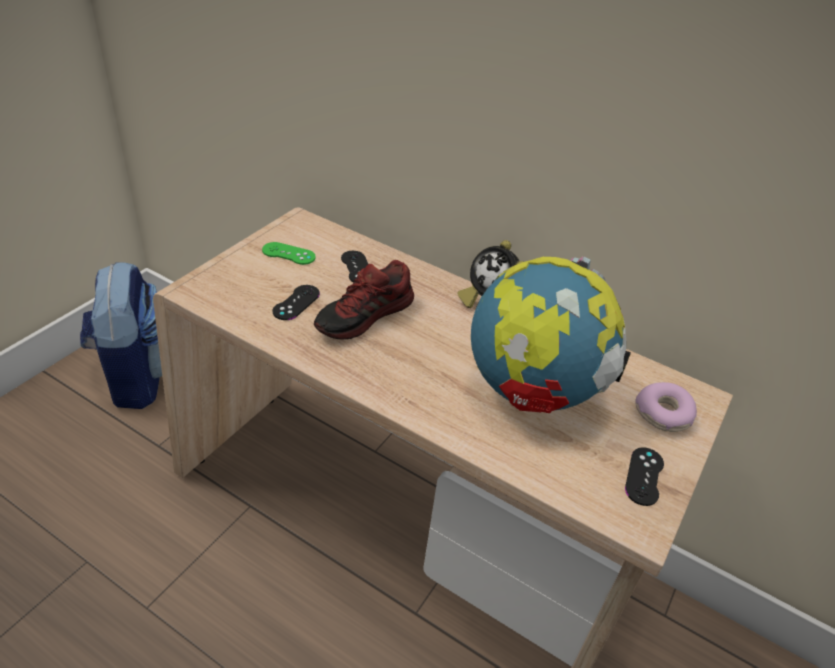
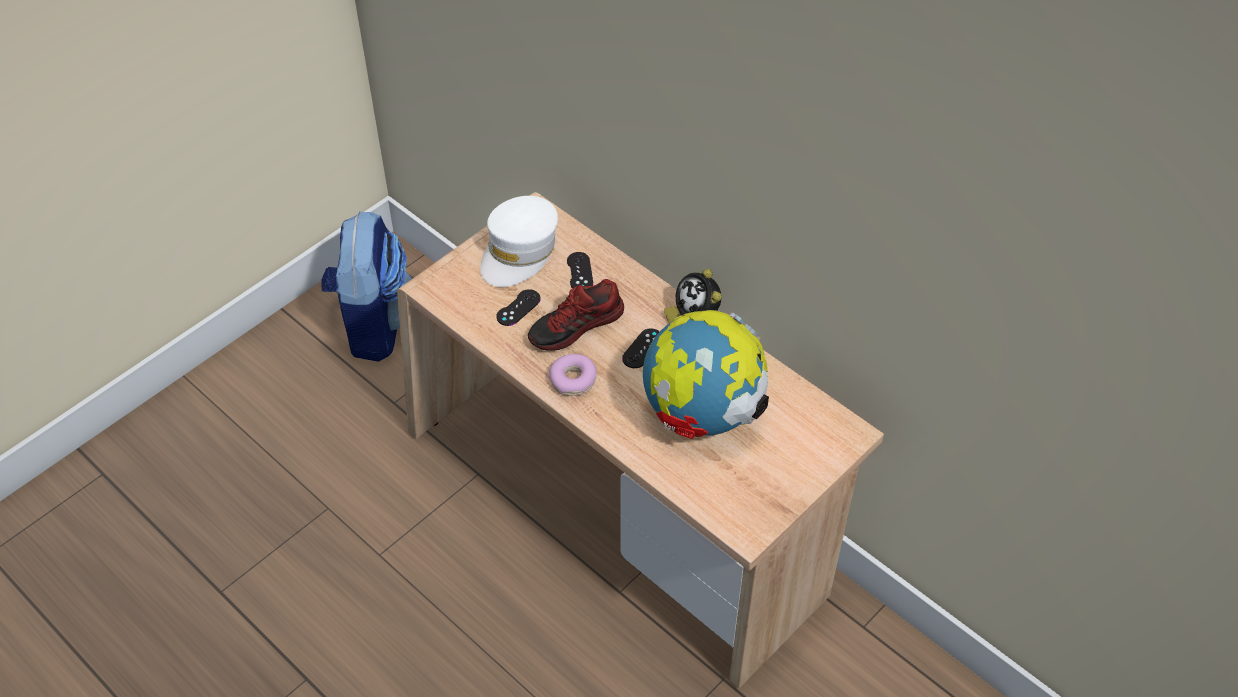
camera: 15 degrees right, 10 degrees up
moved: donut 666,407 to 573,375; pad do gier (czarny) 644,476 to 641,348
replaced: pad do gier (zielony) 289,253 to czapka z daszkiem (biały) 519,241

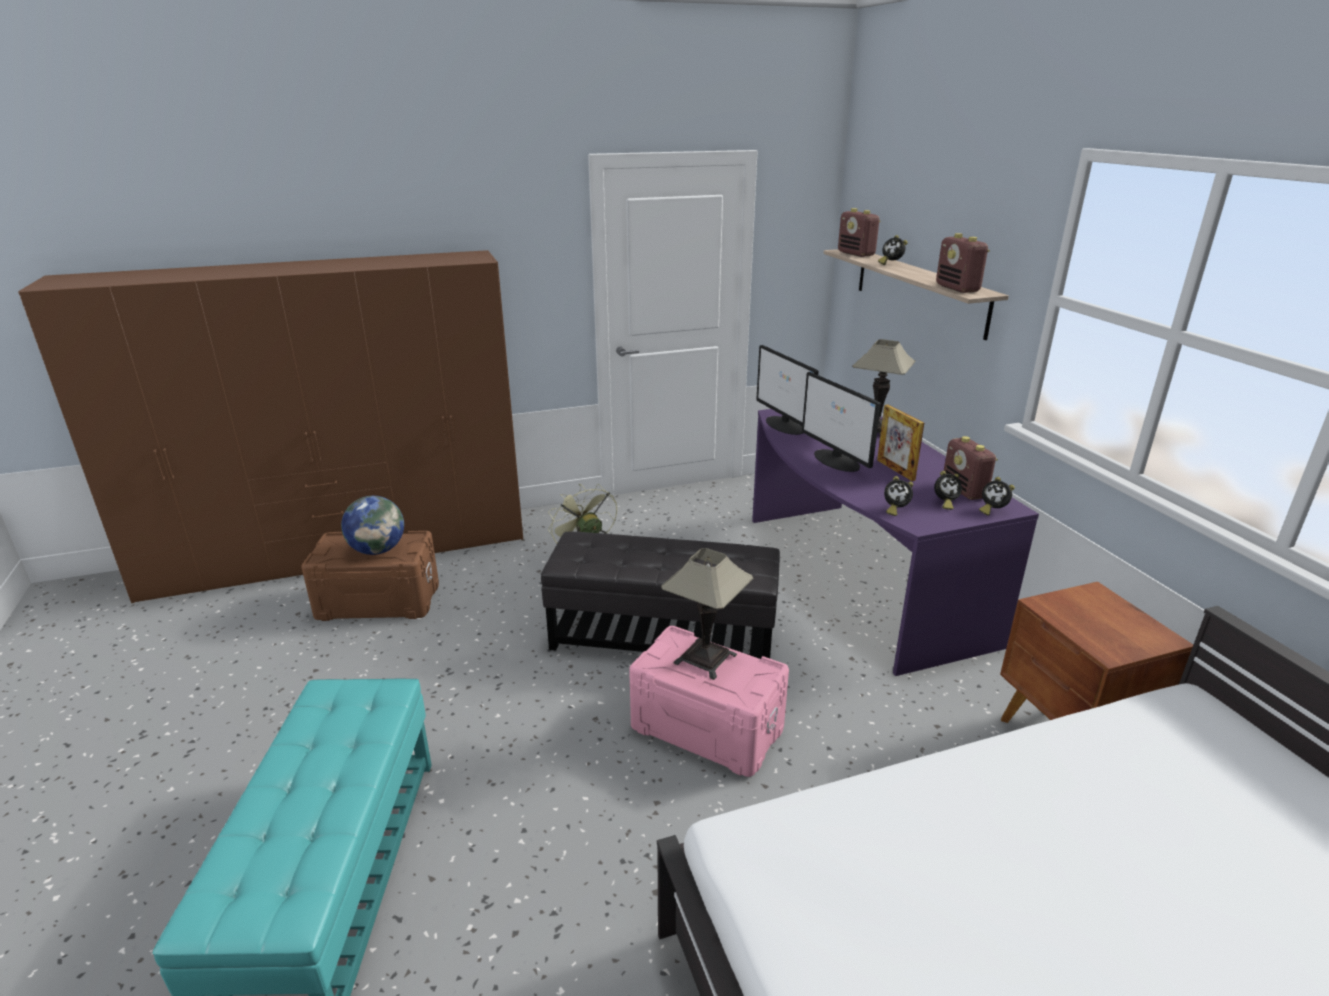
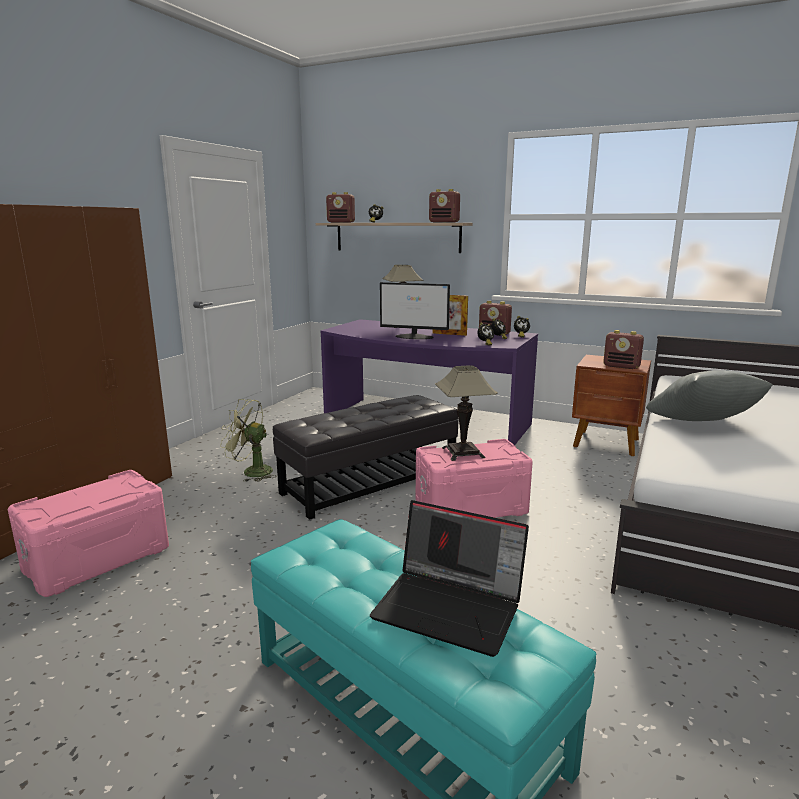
camera: 45 degrees left, 10 degrees down
removed: globus 372,525; monitor 787,390
added: laptop 449,578; radio 623,349; poduszka (szary) 709,395
recoloured: pojemnik do przechowywania (brązowy) 370,576 to pojemnik do przechowywania (różowy) 88,533

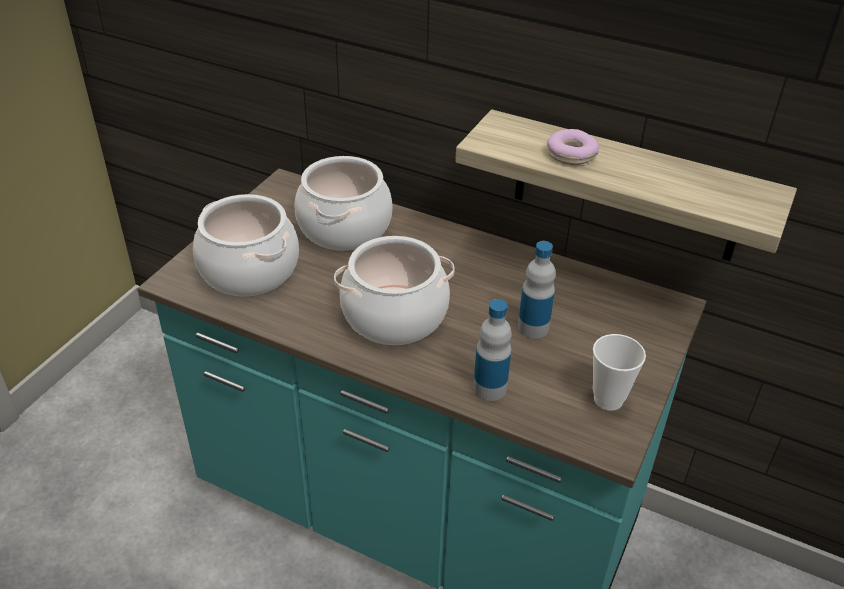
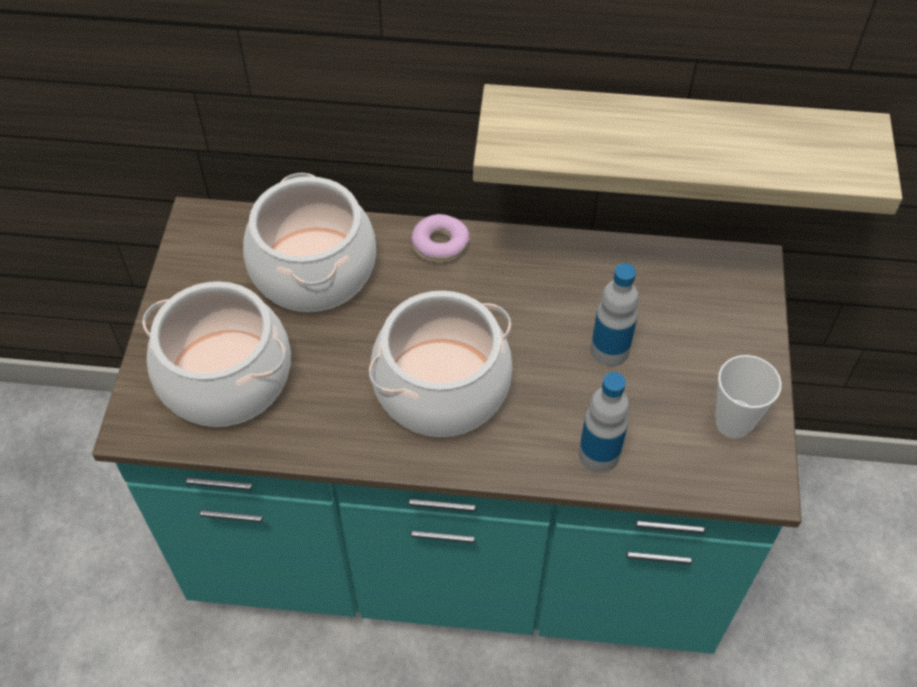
camera: 20 degrees left, 15 degrees up
moved: donut 573,147 to 441,238

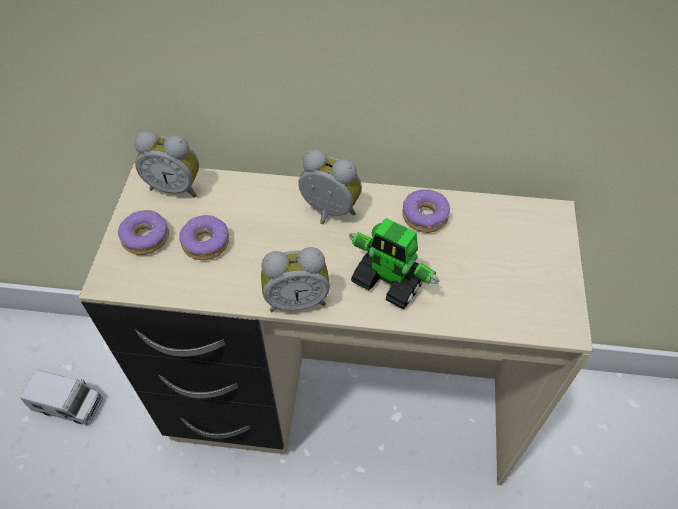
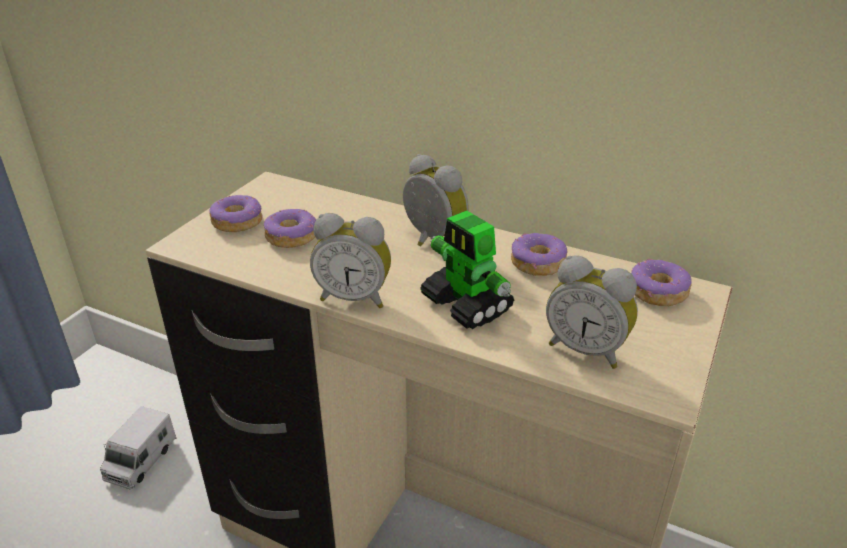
camera: 20 degrees right, 20 degrees down
added: donut 661,282
moved: budzik 166,164 to 592,312
turned: ciężarówka zabawkowa 61,397 = 138,447 75 degrees clockwise

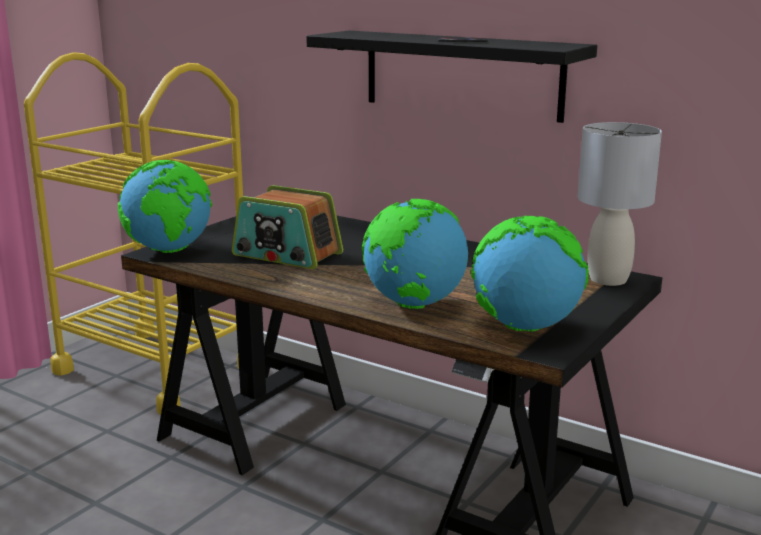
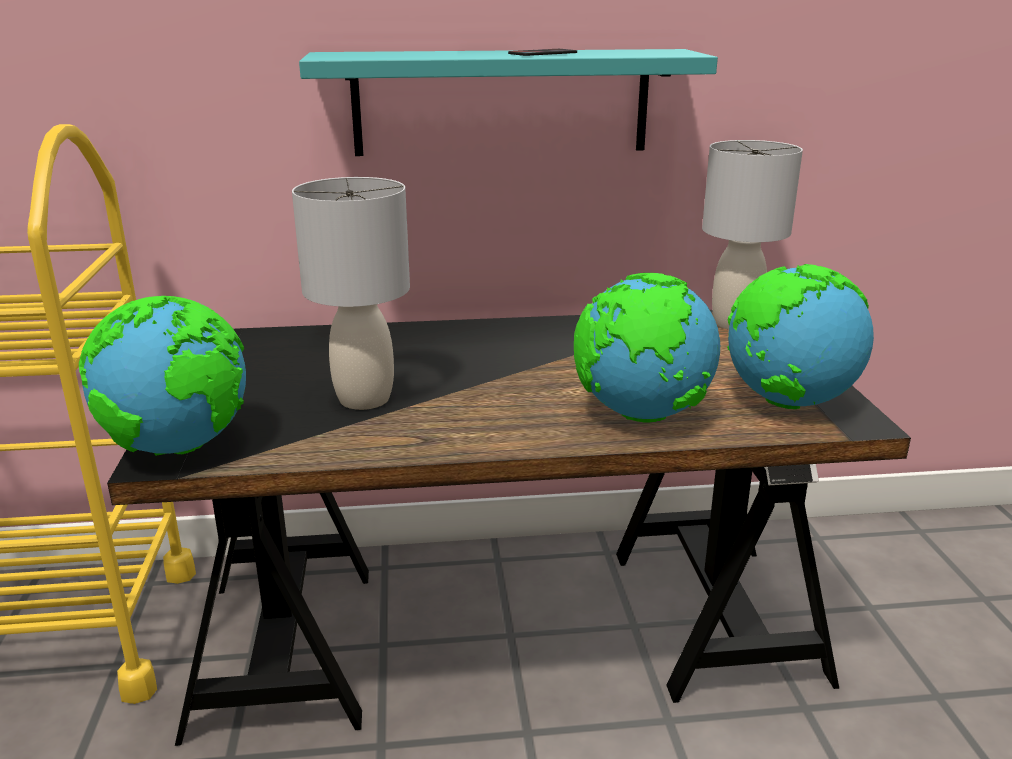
camera: 40 degrees left, 5 degrees up
replaced: radio 287,227 to lampa stołowa (szary) 351,293
recoloured: półka (czarny) 451,77 to półka (turkusowy) 508,102

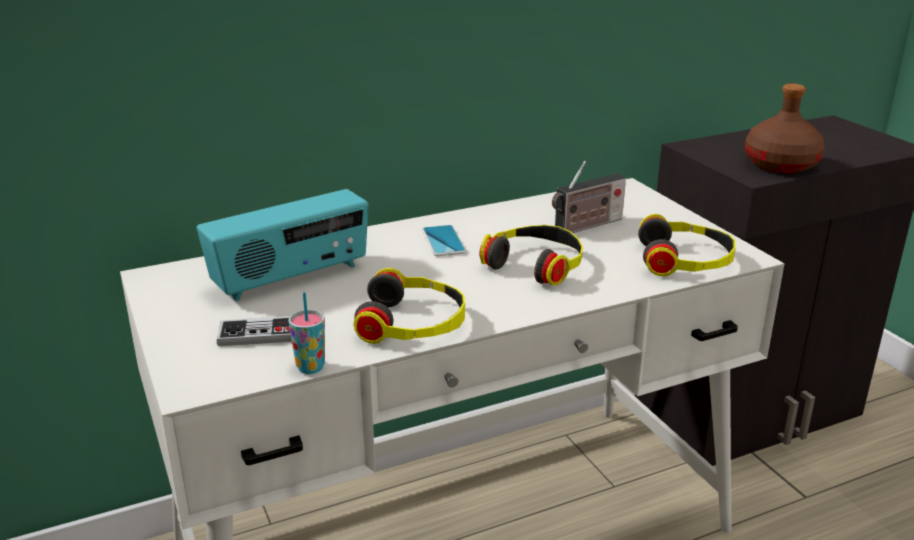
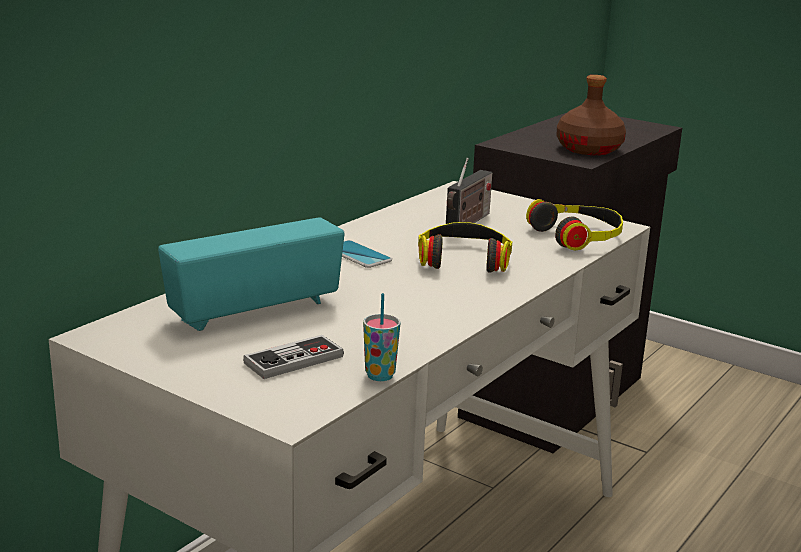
camera: 30 degrees left, 5 degrees down
removed: słuchawki 409,306
turned: radio 282,245 = 251,274 150 degrees counterclockwise

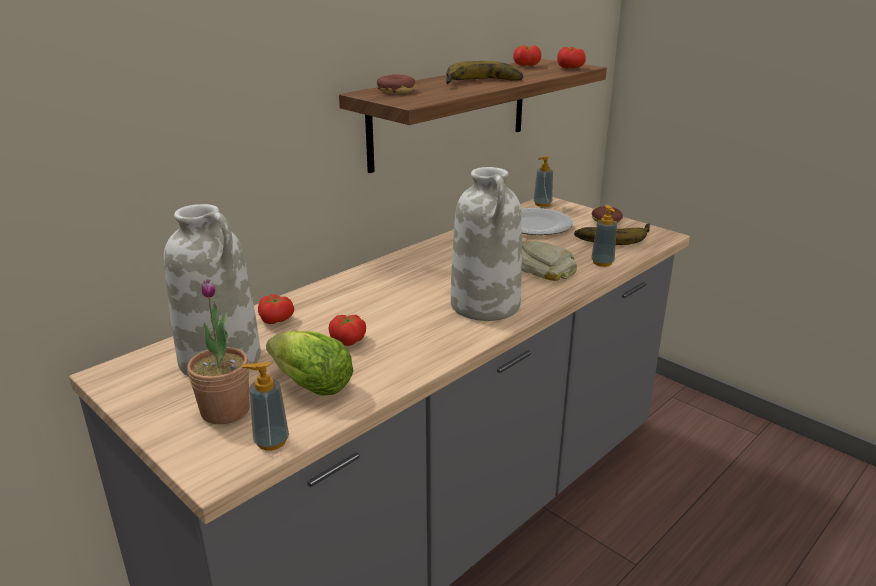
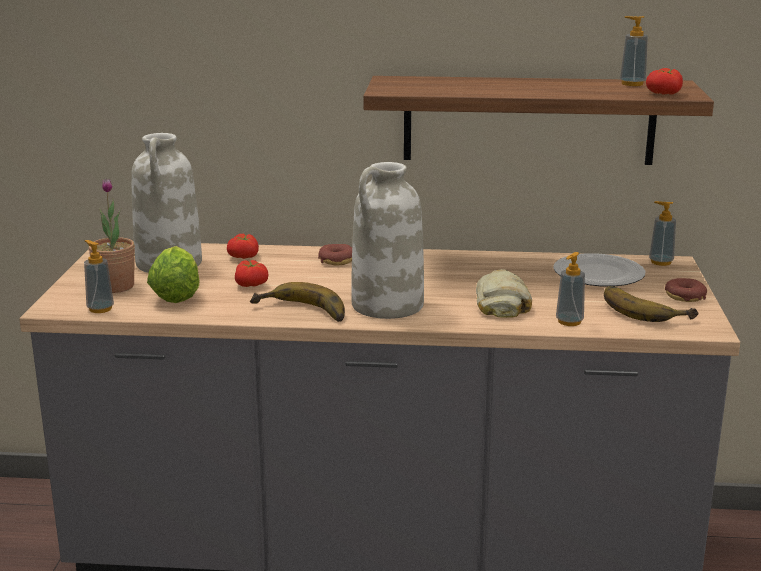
camera: 50 degrees right, 5 degrees down
moved: banan 484,72 to 297,302; donut 396,83 to 335,255
replaced: pomidor 527,55 to dozownik mydła 634,51

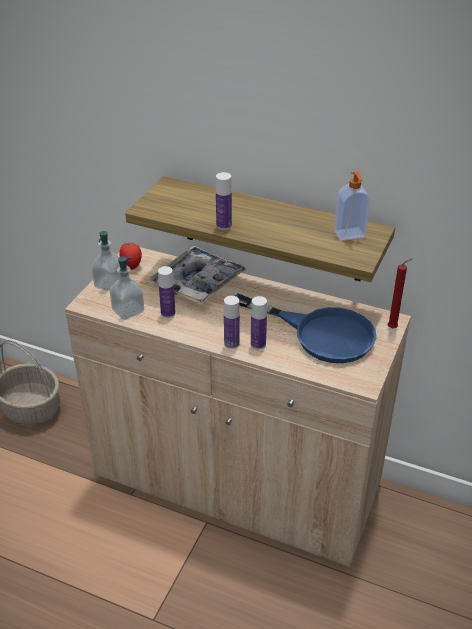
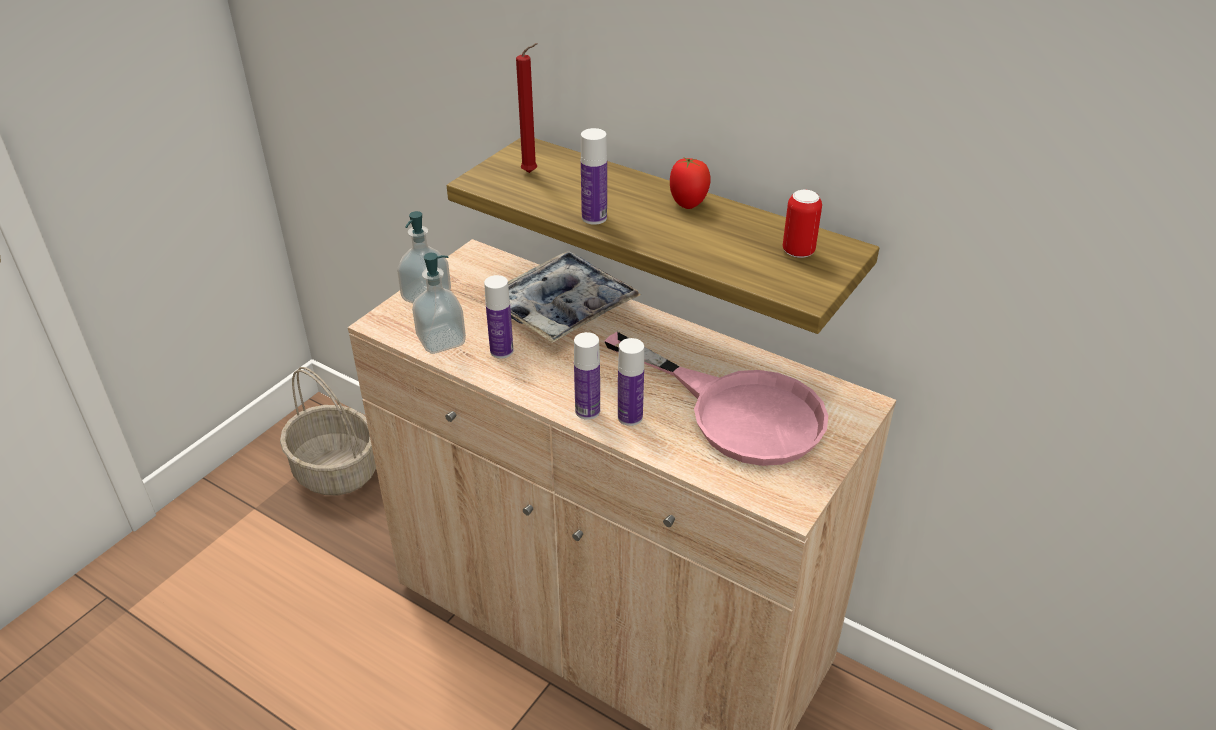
camera: 10 degrees right, 0 degrees up
moved: świeca (czerwony) 400,293 to 527,108; pomidor 130,256 to 690,183
replaced: dozownik mydła 352,206 to puszka 802,224
recoloured: patelnia (niebieski) 306,328 to patelnia (różowy) 716,399

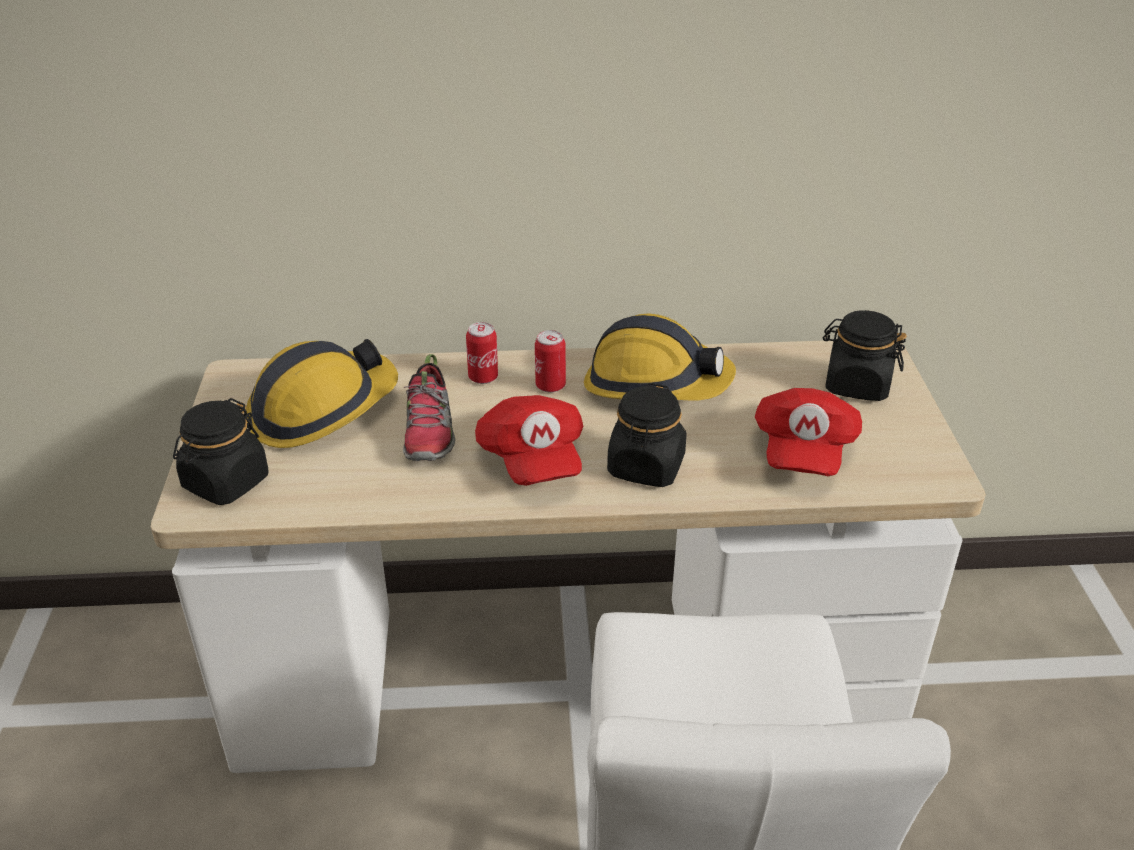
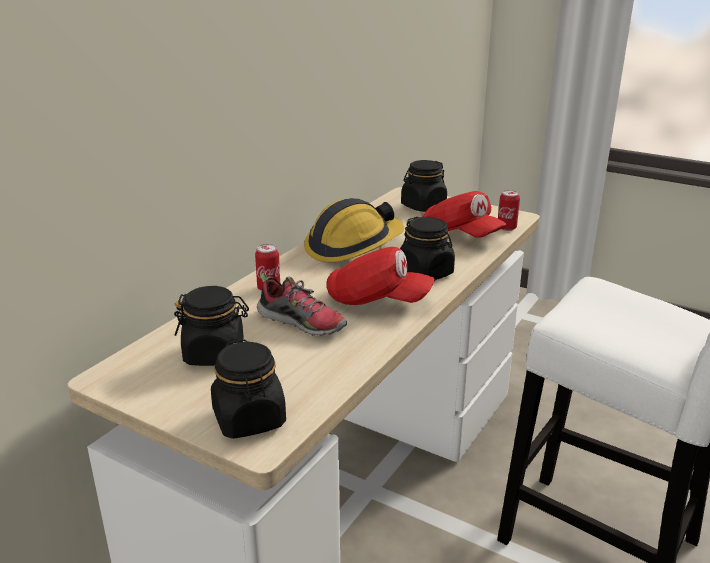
camera: 55 degrees left, 10 degrees down
moved: puszka 550,361 to 509,210
replaced: kask 322,393 to słoik (czarny) 211,326

